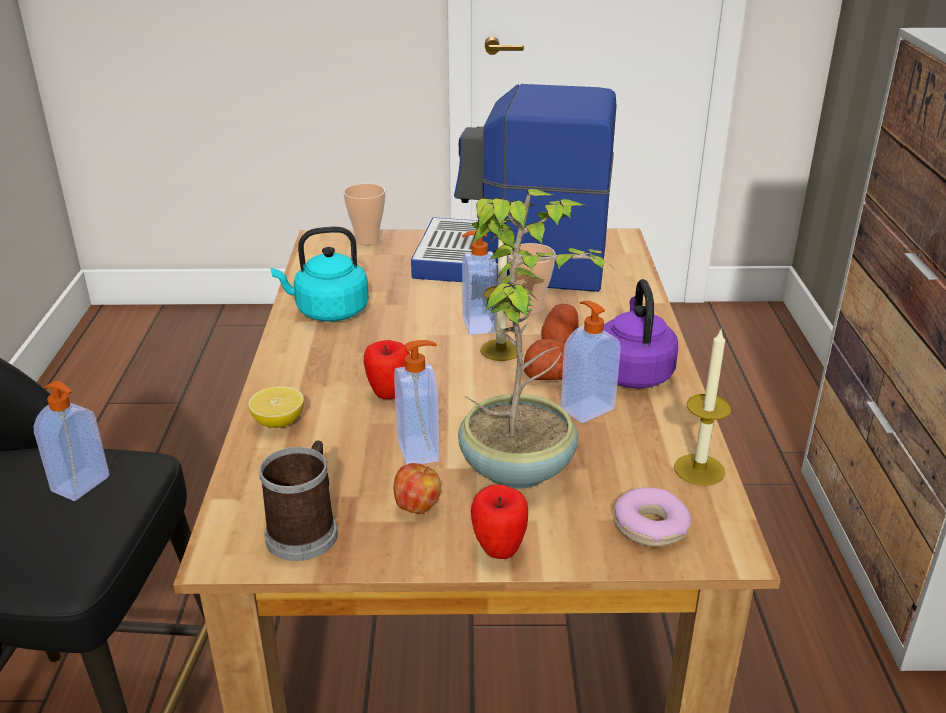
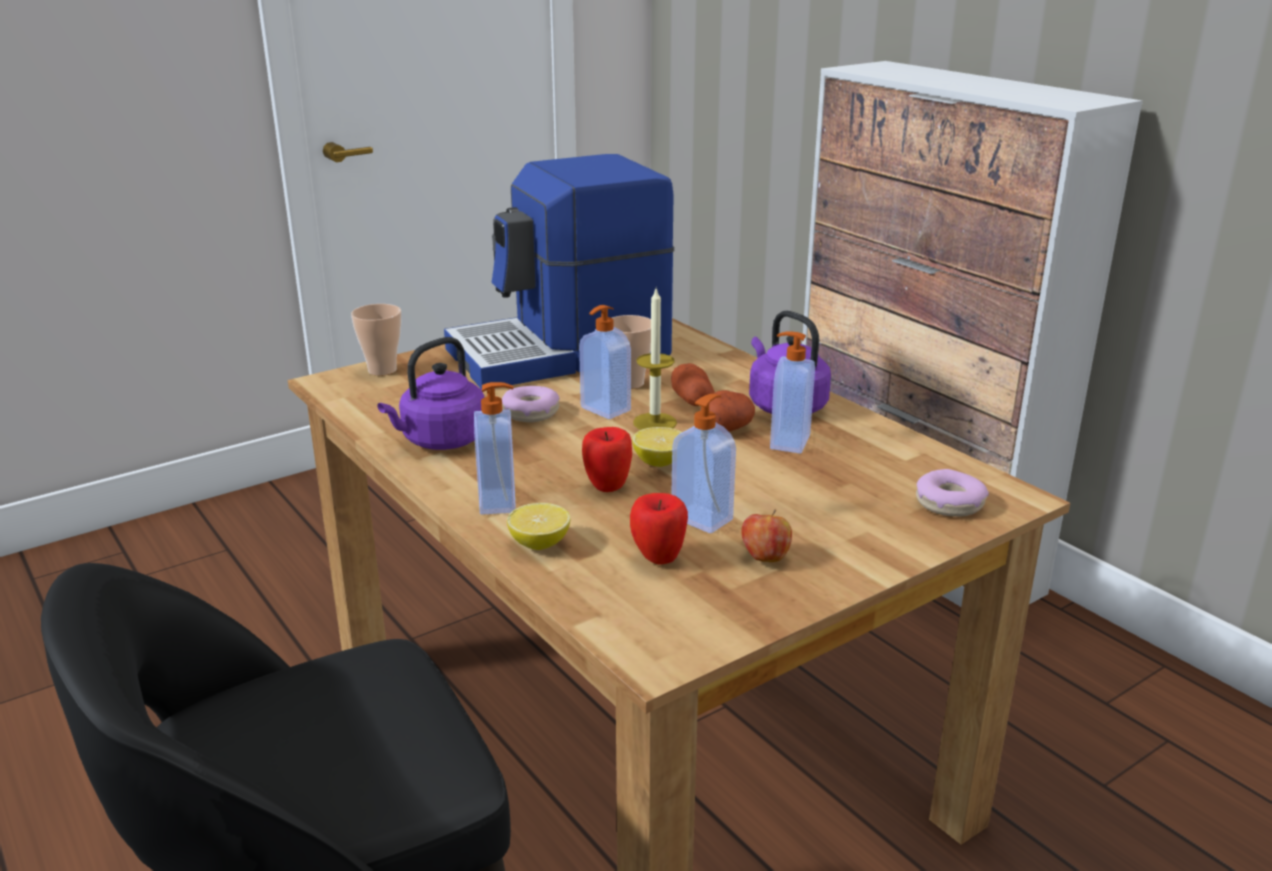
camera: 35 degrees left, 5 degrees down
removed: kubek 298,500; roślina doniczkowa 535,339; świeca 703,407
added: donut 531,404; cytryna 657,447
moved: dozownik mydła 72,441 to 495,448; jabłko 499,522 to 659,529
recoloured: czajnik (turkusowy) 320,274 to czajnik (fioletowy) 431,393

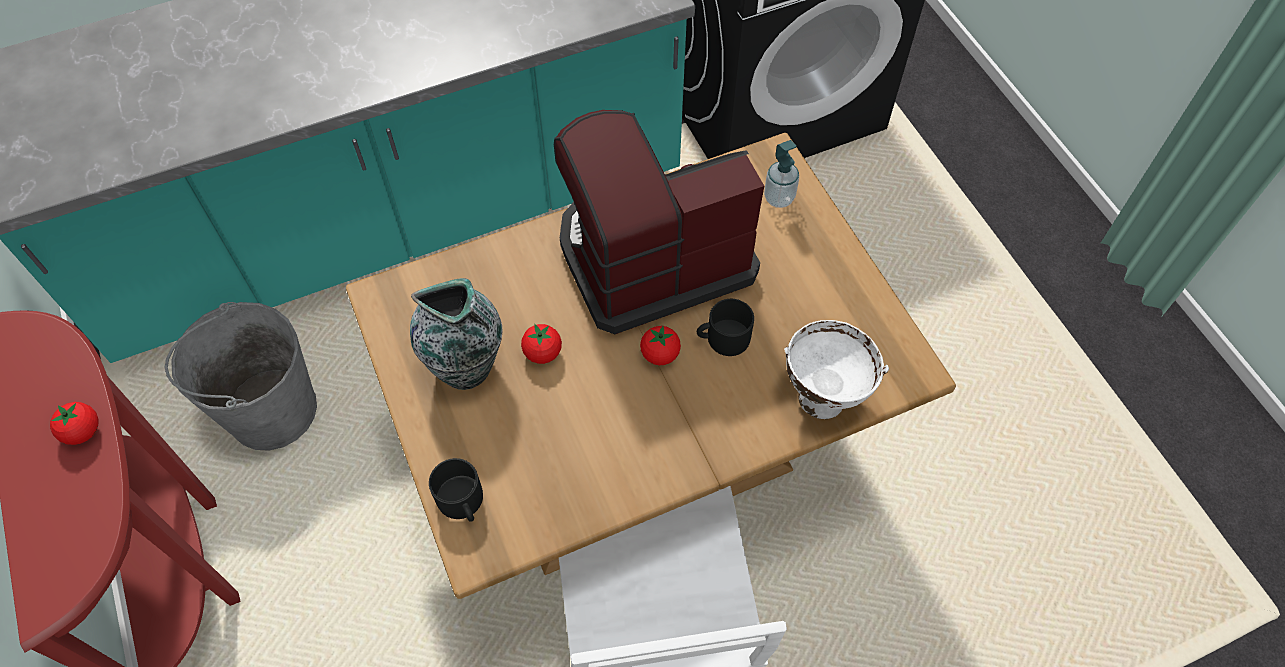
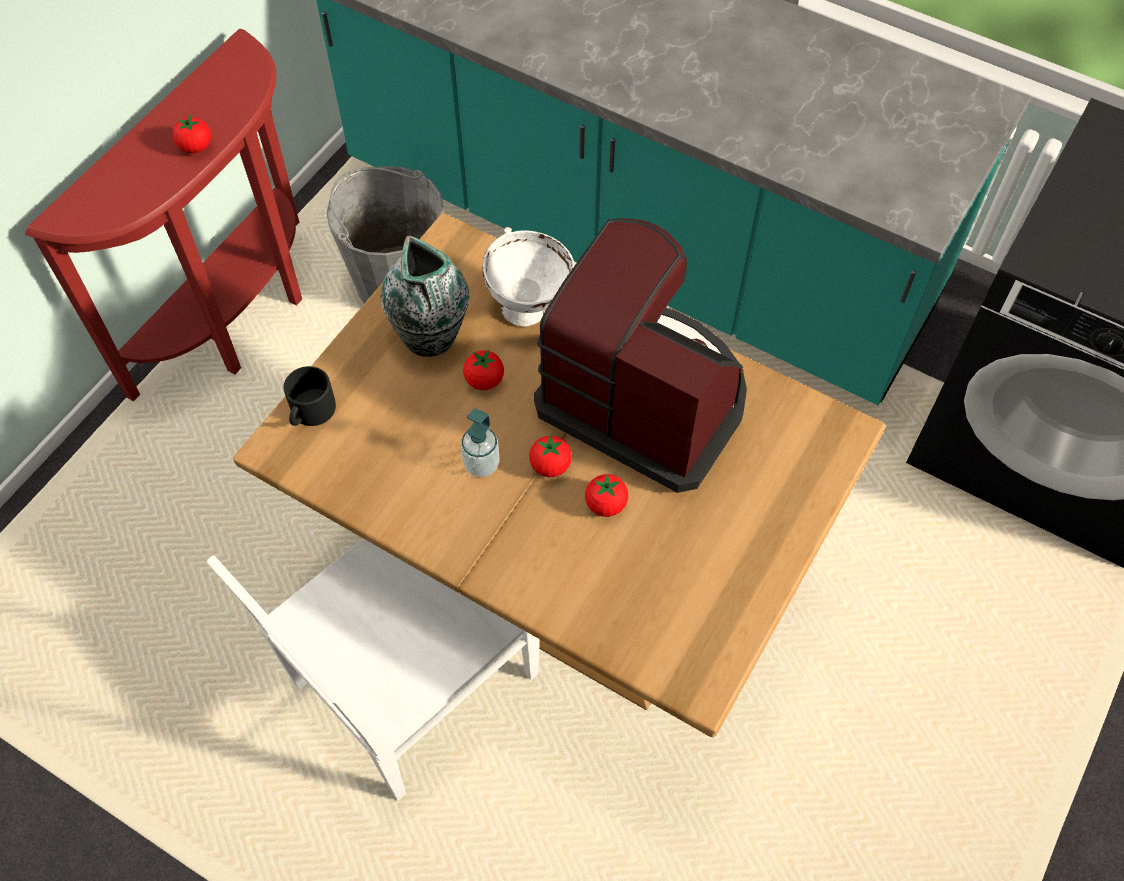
camera: 55 degrees right, 0 degrees up
moved: dozownik mydła 781,174 to 480,442; miska (biały) 836,369 to 528,277
replaced: kubek (czarny) 725,327 to pomidor 606,495

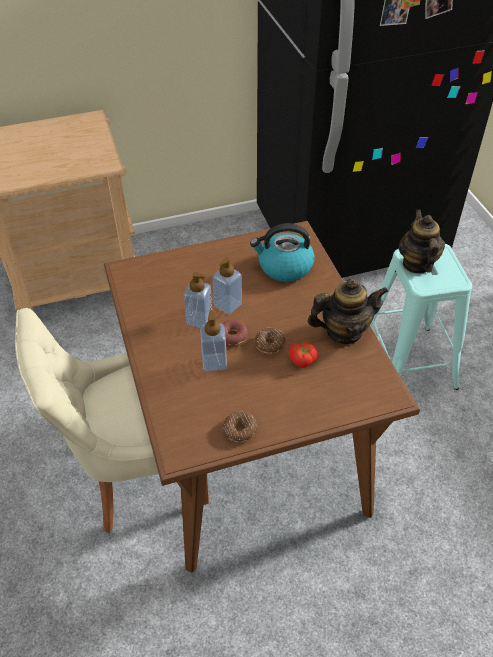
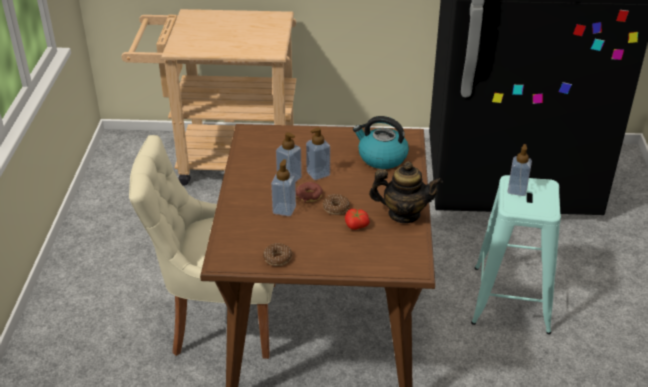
camera: 20 degrees right, 10 degrees down
replaced: imbryk 422,242 to dozownik mydła 520,170

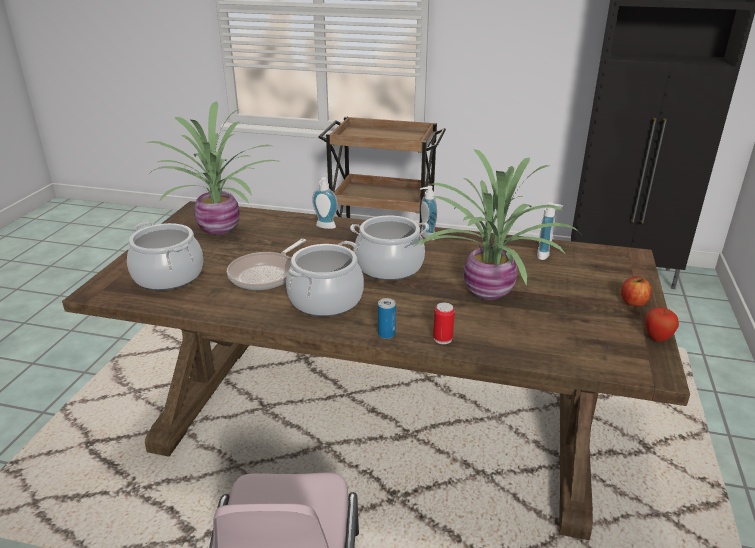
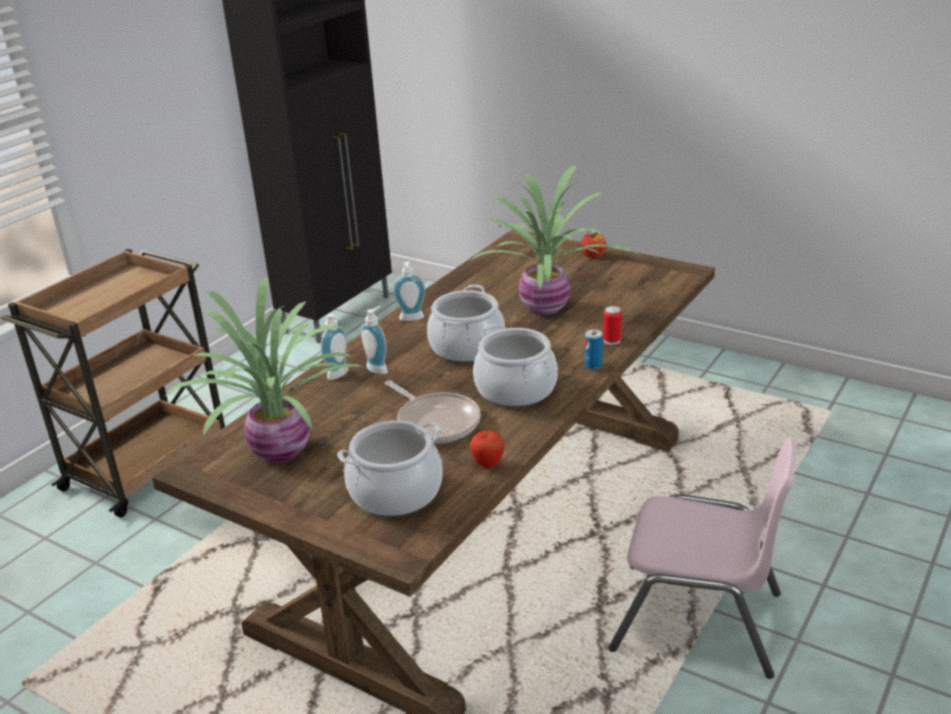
camera: 70 degrees left, 0 degrees up
moved: dozownik mydła 550,231 to 374,340; jabłko 662,324 to 487,449

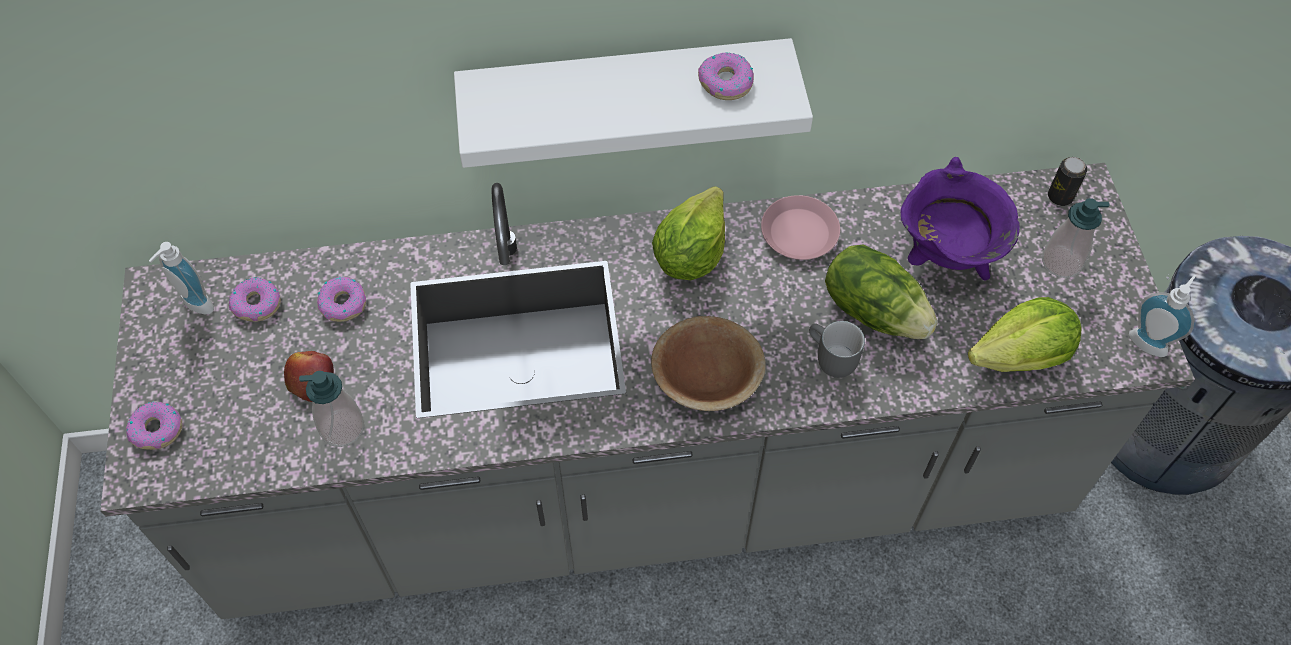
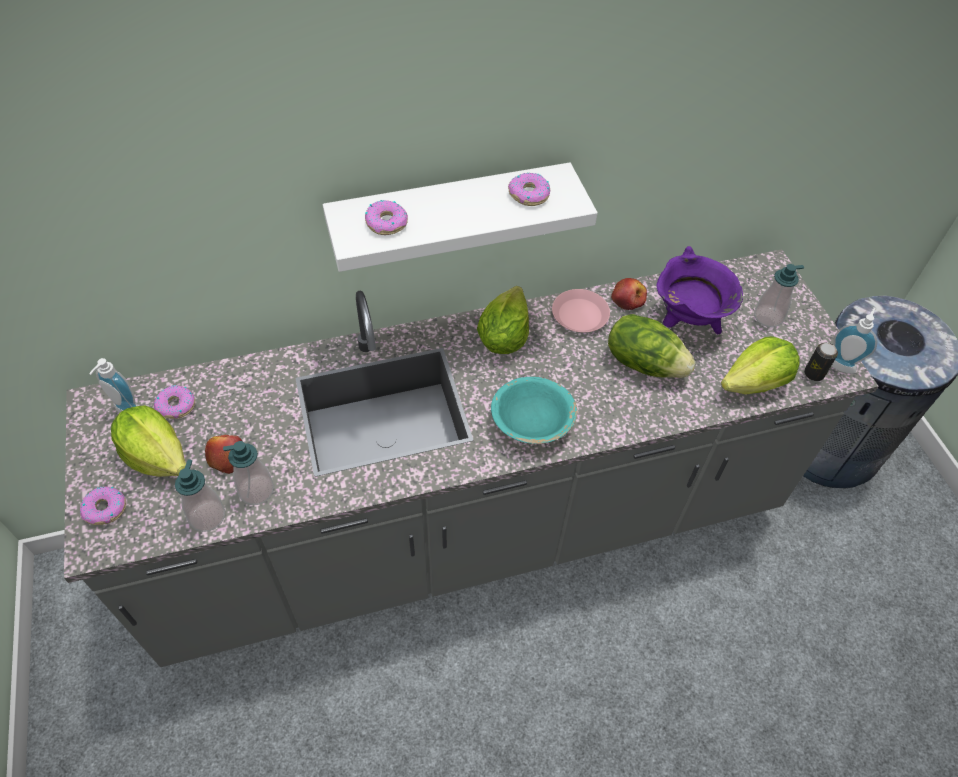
camera: 10 degrees left, 5 degrees down
removed: kubek (szary) 837,349
added: sałata 148,441; dozownik mydła 200,496; jabłko 629,294
moved: donut 341,299 to 386,217; puszka 1067,181 to 821,362
recoloured: miska (brązowy) 708,363 to miska (turkusowy) 534,410

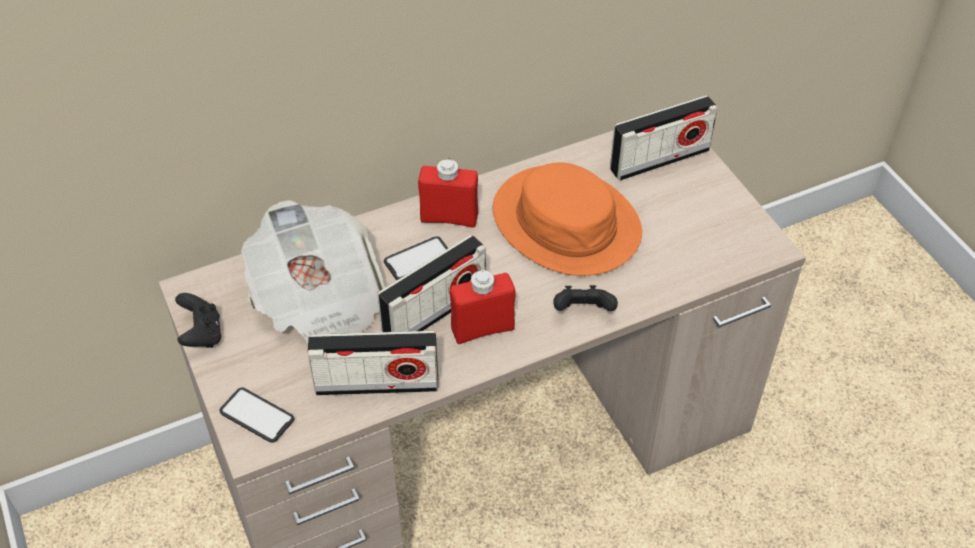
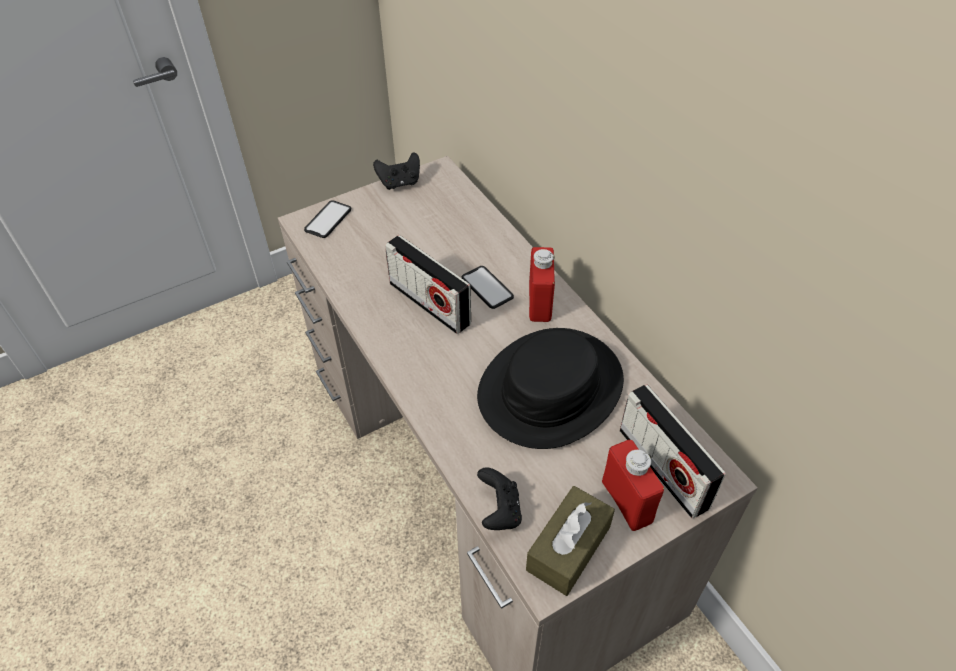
camera: 85 degrees right, 0 degrees up
removed: gazeta 313,271; radio 373,363
added: pudełko chusteczek (brązowy) 570,541
moved: pad do gier (czarny) 585,298 to 499,498; butelka (czerwony) 483,307 to 633,485
recoloured: kapelusz (pomarańczowy) 567,219 to kapelusz (czarny) 550,388

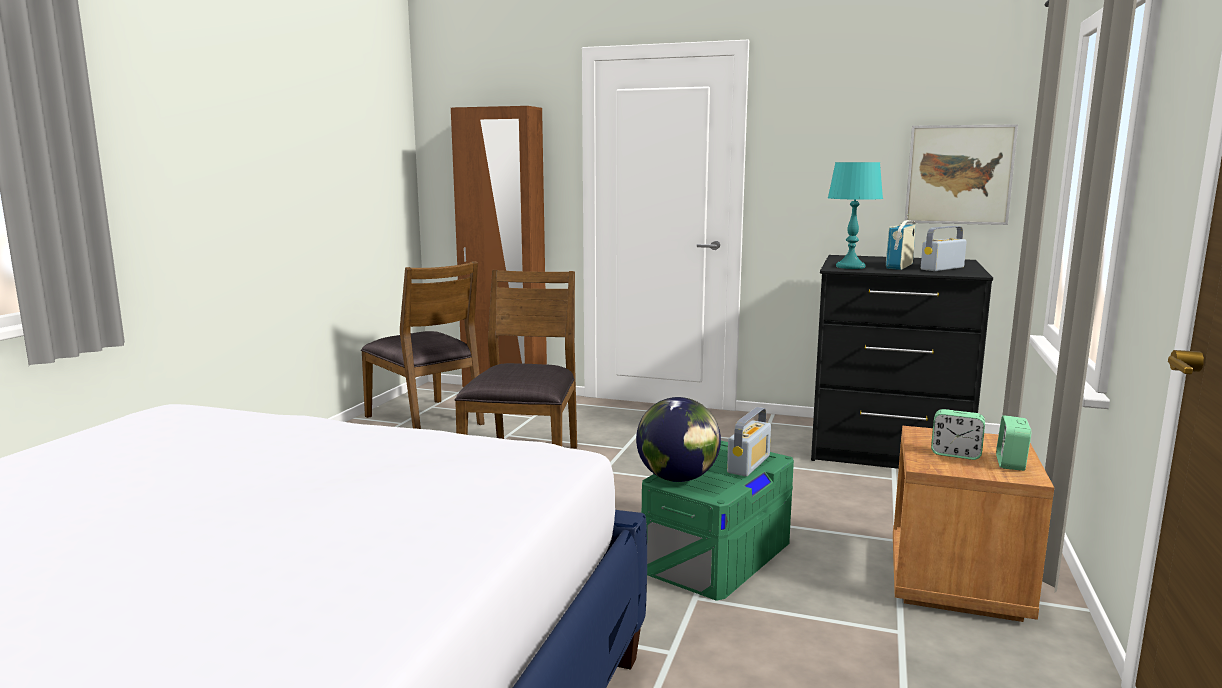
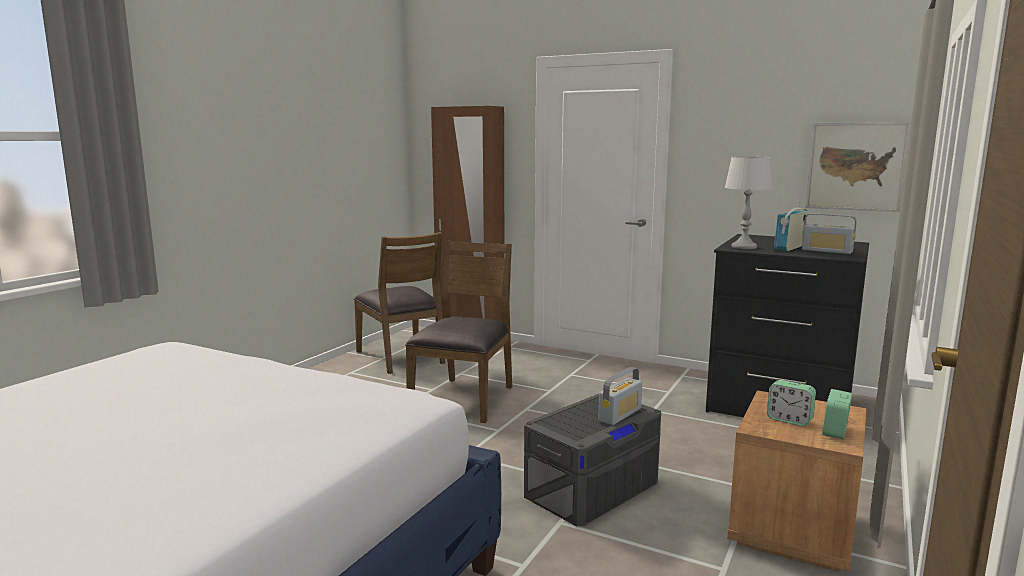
camera: 10 degrees right, 0 degrees up
removed: globus 678,439
recoloured: pojemnik do przechowywania (zielony) 717,521 to pojemnik do przechowywania (szary) 592,460; lampa stołowa (turkusowy) 855,215 to lampa stołowa (szary) 748,202
turned: radio 944,248 = 829,233 120 degrees counterclockwise

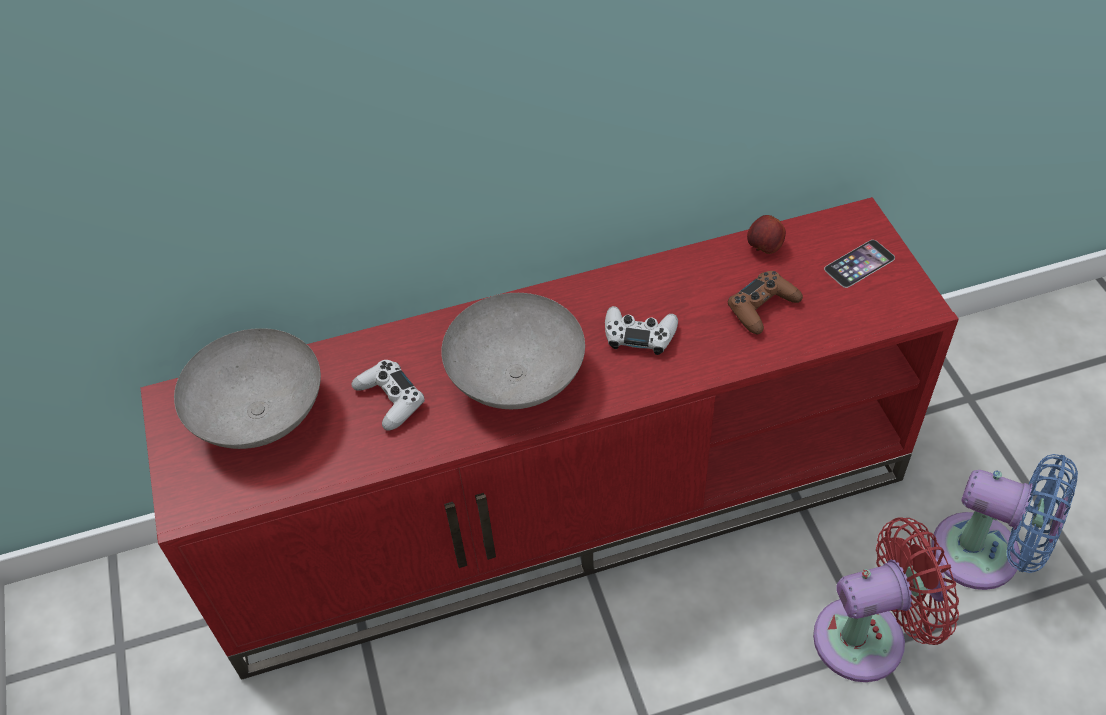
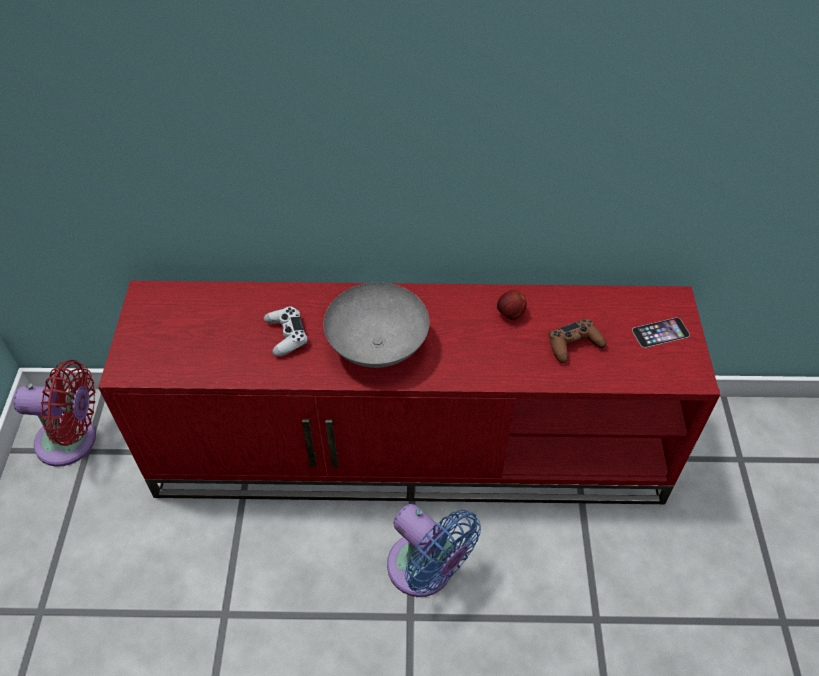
camera: 15 degrees right, 0 degrees up
removed: miska (szary) 247,388; pad do gier (biały) 641,330
moved: wentylator (czerwony) 886,599 to 54,413; wentylator (niebieski) 1004,522 to 434,550; jabłko 766,234 to 512,305

